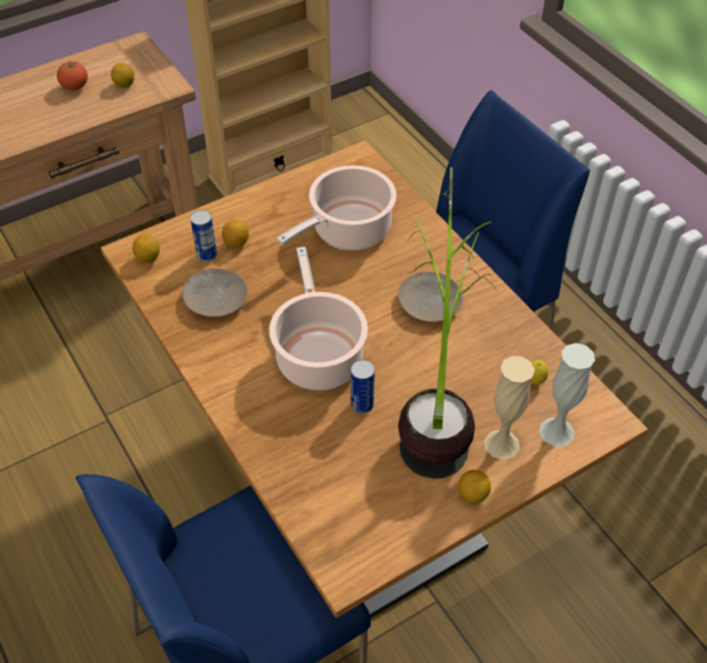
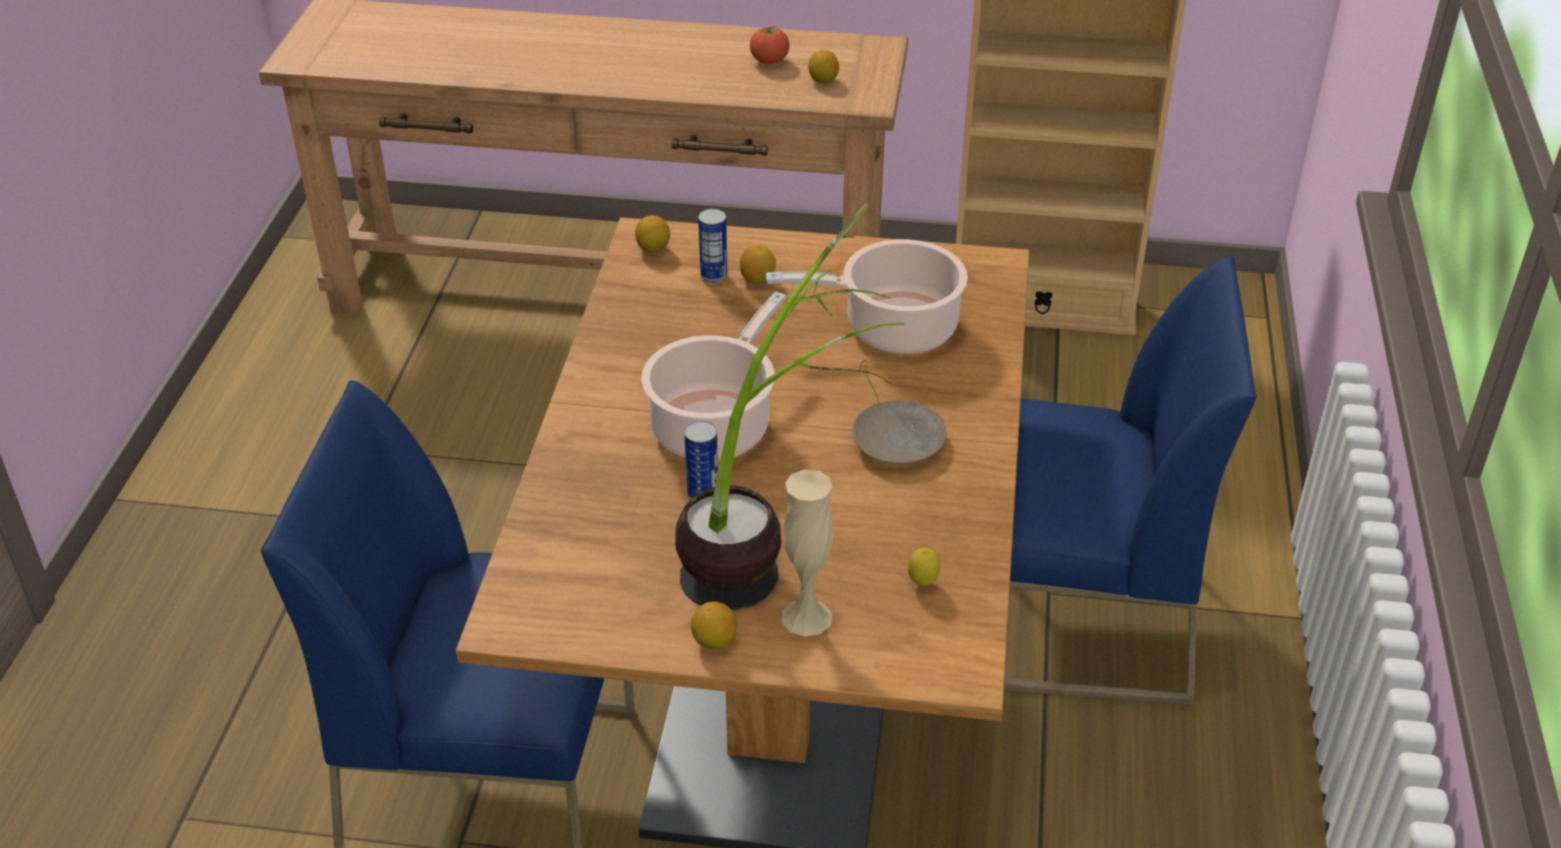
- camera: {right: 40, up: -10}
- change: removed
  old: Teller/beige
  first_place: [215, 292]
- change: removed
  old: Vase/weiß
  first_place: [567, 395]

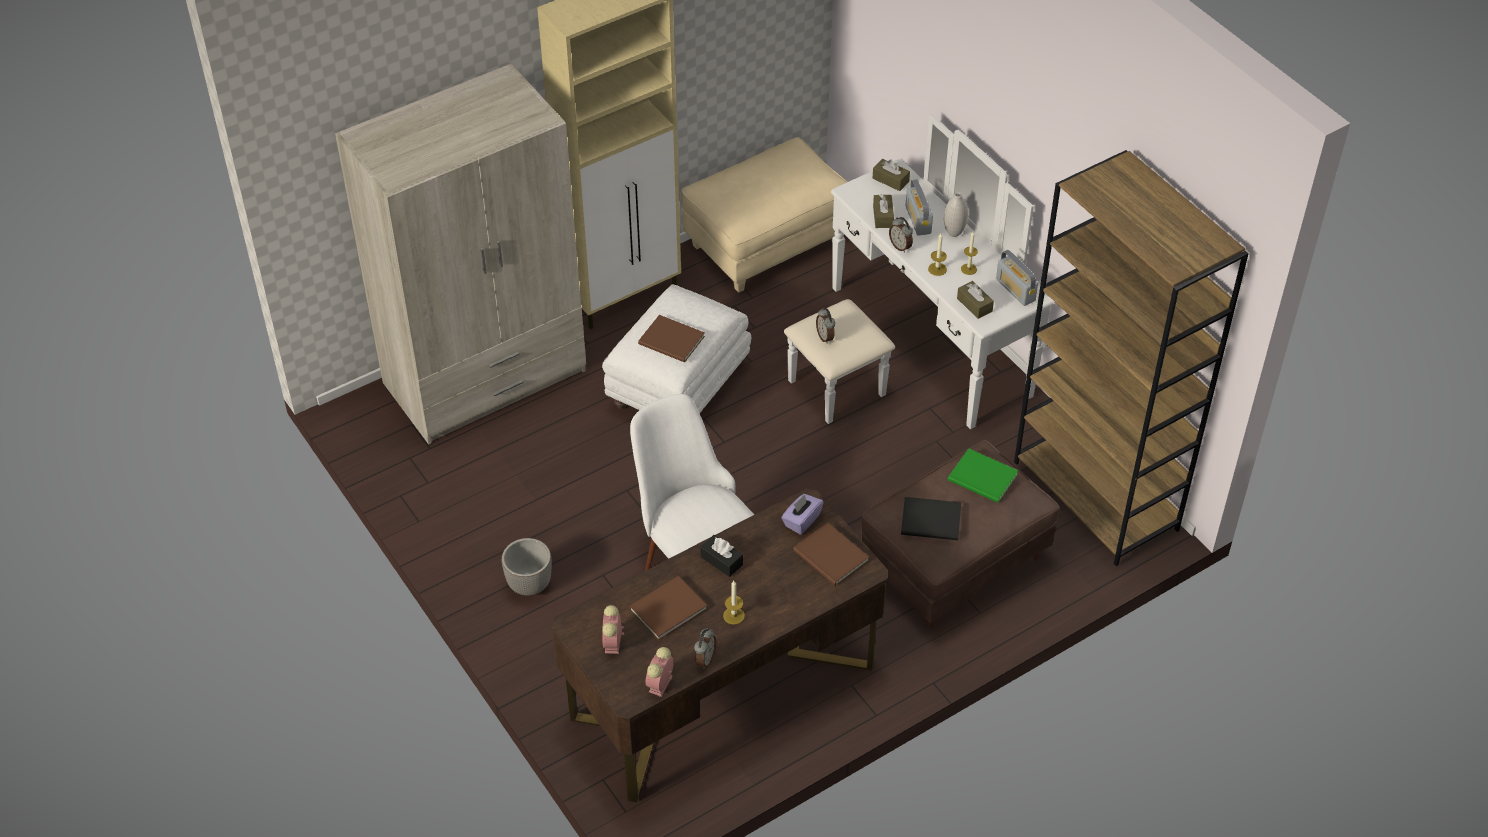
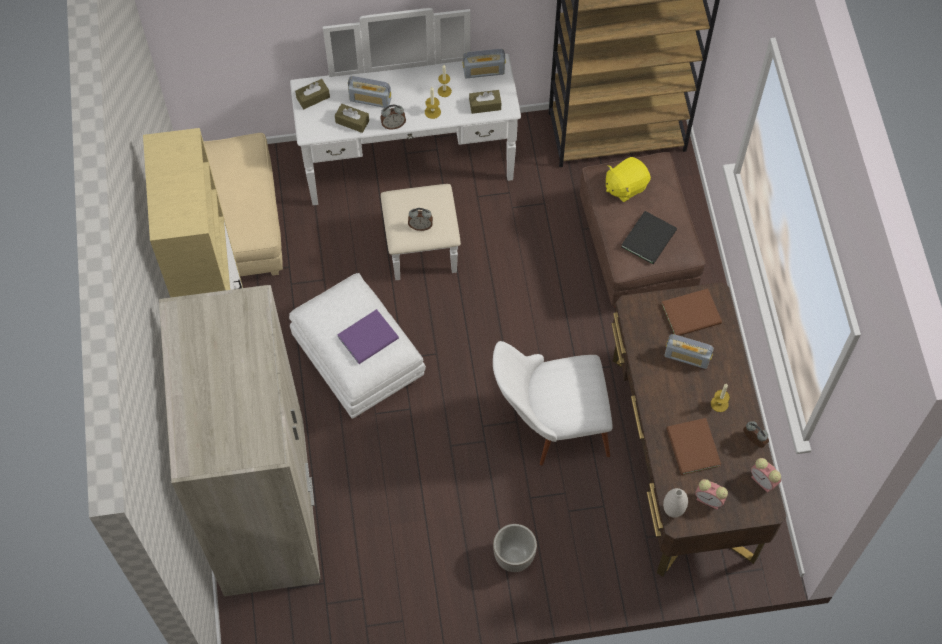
- camera: {right: -65, up: 15}
- change: removed
  old: Taschentuchbox/schwarz
  first_place: [721, 556]
- change: removed
  old: Taschentuchbox/lila
  first_place: [802, 514]
- change: added
  new: Radio
  second_place: [689, 351]
- change: moved
  old: Vase/weiß
  first_place: [956, 214]
  second_place: [675, 503]
- change: replaced
  old: Buch/grün
  new: Plüschtier/gelb
  first_place: [983, 476]
  second_place: [628, 179]
- change: recoloured
  old: Buch/braun
  new: Buch/lila
  first_place: [671, 339]
  second_place: [368, 336]

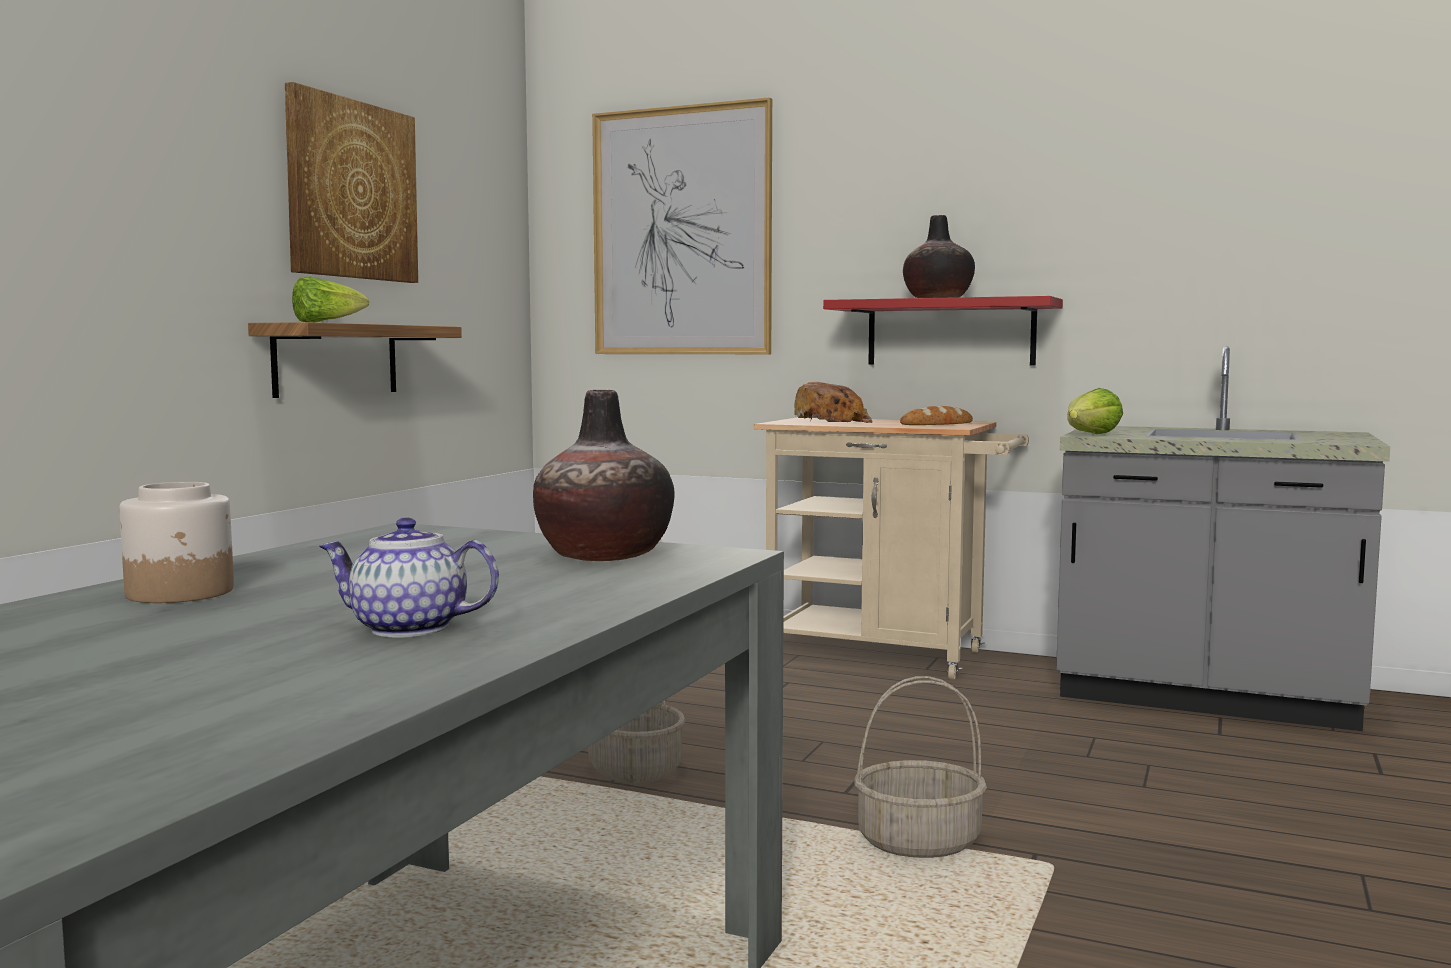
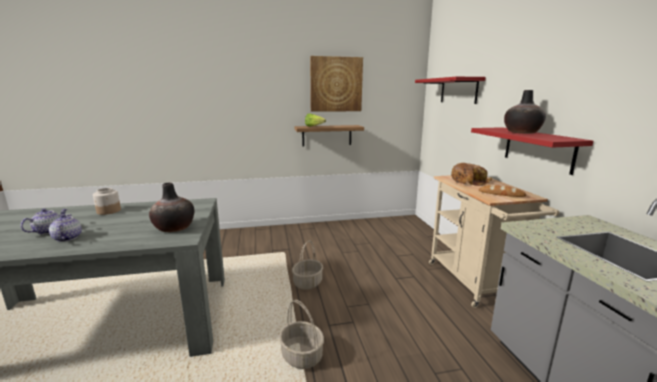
- camera: {right: 55, up: 10}
- change: removed
  old: Salatkopf
  first_place: [1095, 411]
- change: added
  new: Teekanne
  second_place: [43, 221]
- change: replaced
  old: Bild
  new: Wandregal/rot
  first_place: [682, 225]
  second_place: [450, 90]

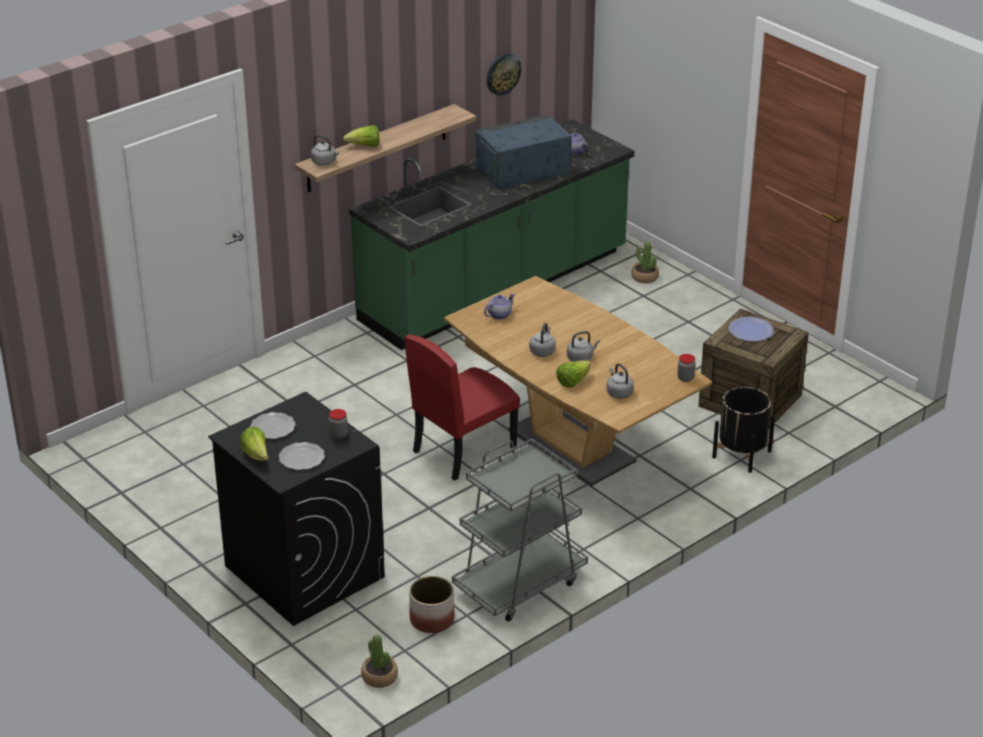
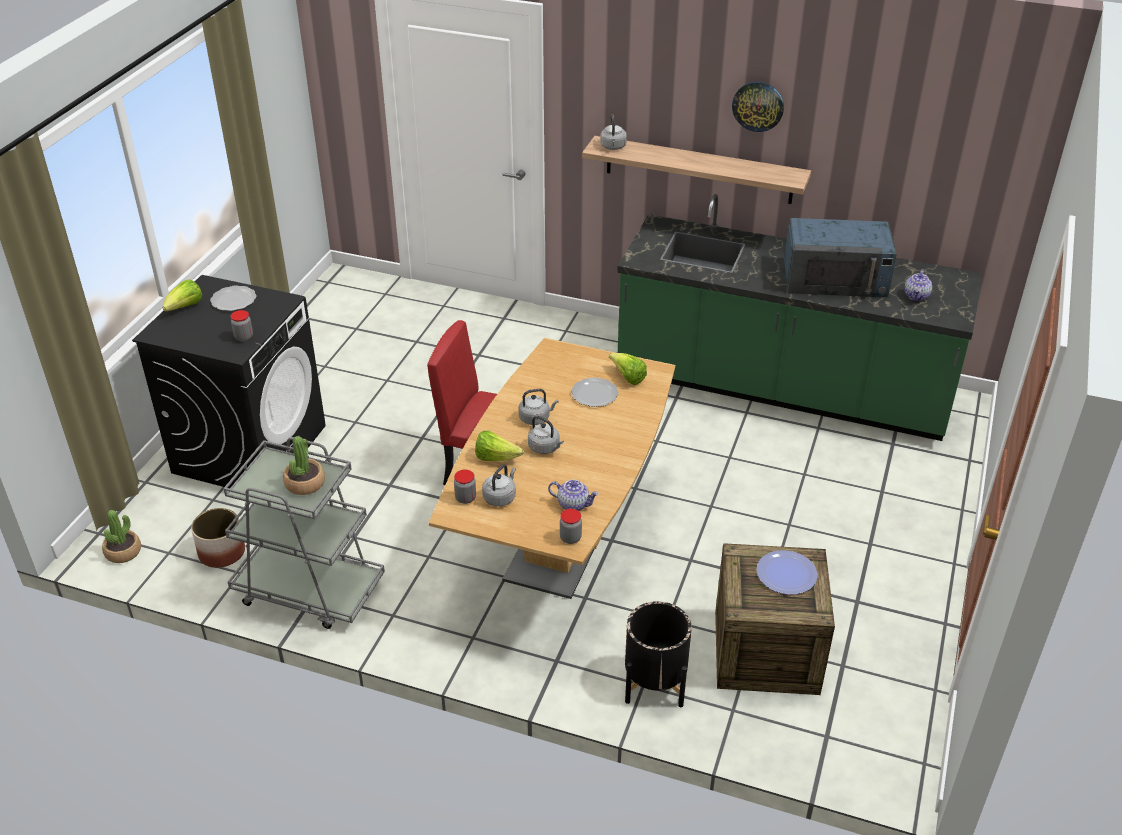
- camera: {right: 60, up: 5}
- change: added
  new: Vorratsglas
  second_place: [465, 487]
- change: moved
  old: Teller
  first_place: [302, 456]
  second_place: [595, 392]
- change: moved
  old: Salatkopf
  first_place: [361, 136]
  second_place: [628, 369]
- change: moved
  old: Teekanne
  first_place: [499, 306]
  second_place: [573, 495]
- change: moved
  old: Wanduhr
  first_place: [504, 75]
  second_place: [758, 107]
- change: moved
  old: Topfpflanze
  first_place: [645, 262]
  second_place: [304, 465]
- change: turned
  old: Mikrowelle/blau
  first_place: [524, 152]
  second_place: [840, 257]
  degrees: 150

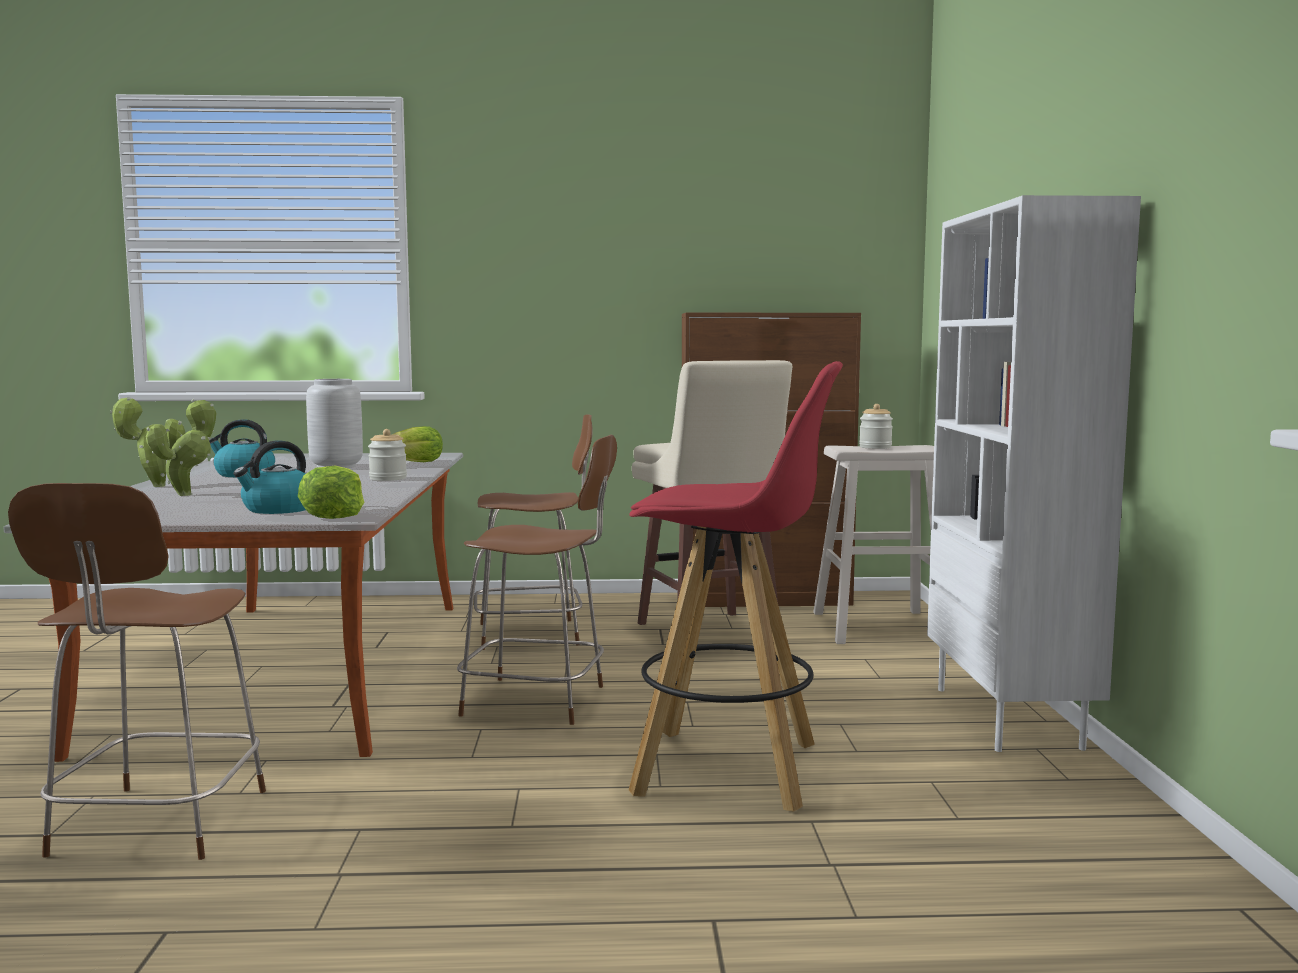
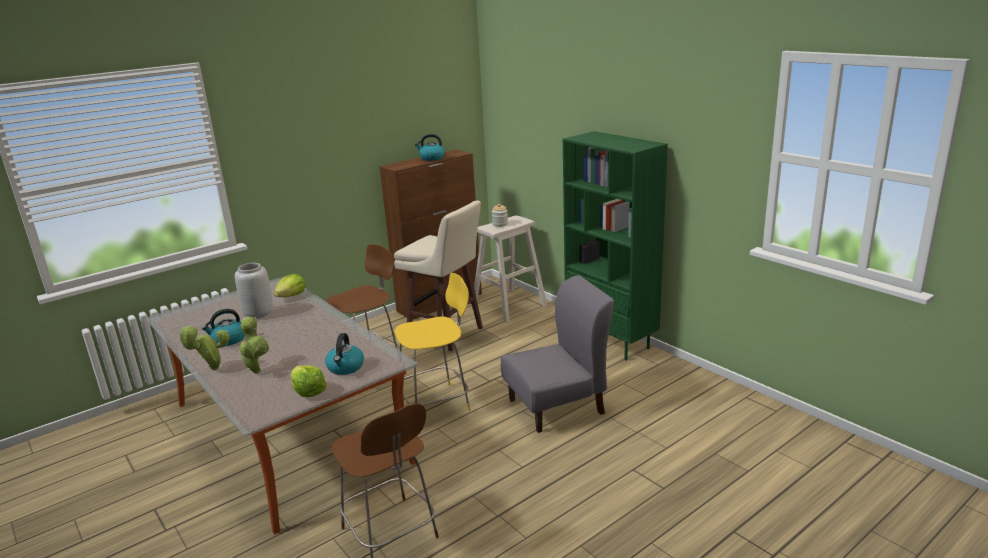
- camera: {right: -35, up: 15}
- change: removed
  old: Vorratsglas
  first_place: [387, 455]
- change: added
  new: Wasserkessel
  second_place: [430, 147]
- change: moved
  old: Salatkopf
  first_place: [331, 492]
  second_place: [309, 381]
- change: replaced
  old: Hocker/rot
  new: Stuhl/grau
  first_place: [736, 586]
  second_place: [557, 354]
- change: recoloured
  old: Stuhl/braun
  new: Stuhl/gelb
  first_place: [537, 579]
  second_place: [432, 342]
- change: recoloured
  old: Bücherregal/weiß
  new: Bücherregal/grün
  first_place: [1034, 473]
  second_place: [615, 246]

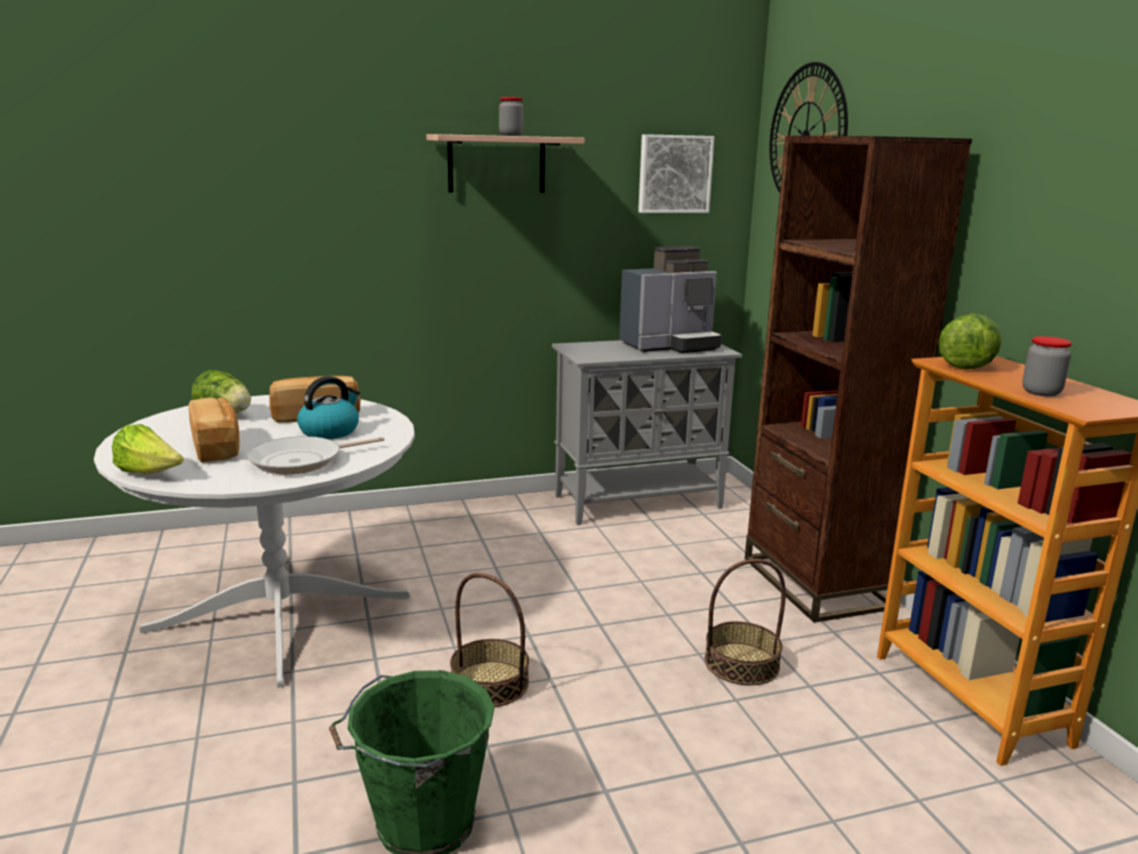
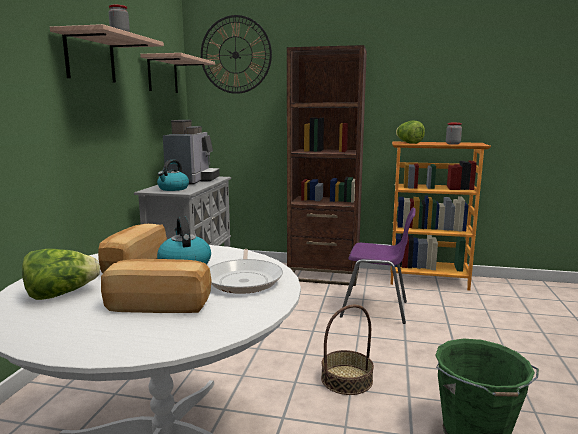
- camera: {right: -60, up: -5}
- change: removed
  old: Salatkopf
  first_place: [147, 449]
- change: added
  new: Wasserkessel
  second_place: [173, 175]
- change: replaced
  old: Bild
  new: Wandregal
  first_place: [676, 173]
  second_place: [177, 73]
- change: replaced
  old: Korb
  new: Stuhl/lila
  first_place: [745, 622]
  second_place: [378, 265]

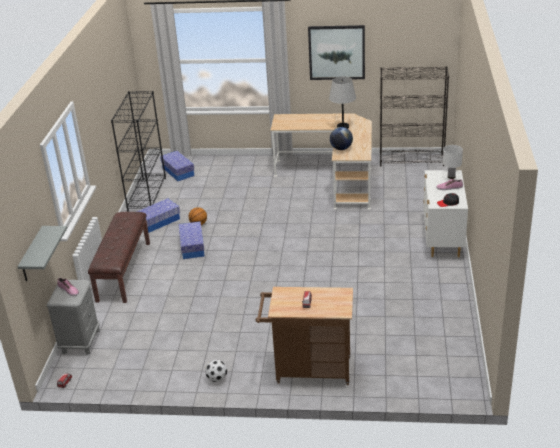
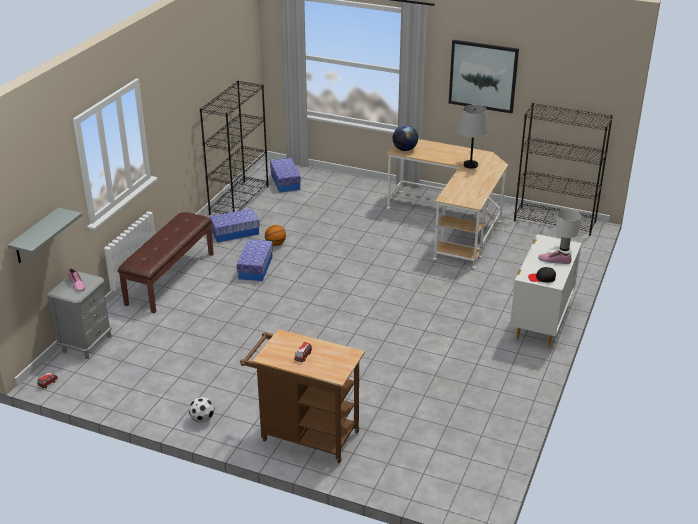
- camera: {right: 15, up: 0}
- change: moved
  old: Globus
  first_place: [341, 138]
  second_place: [405, 138]

